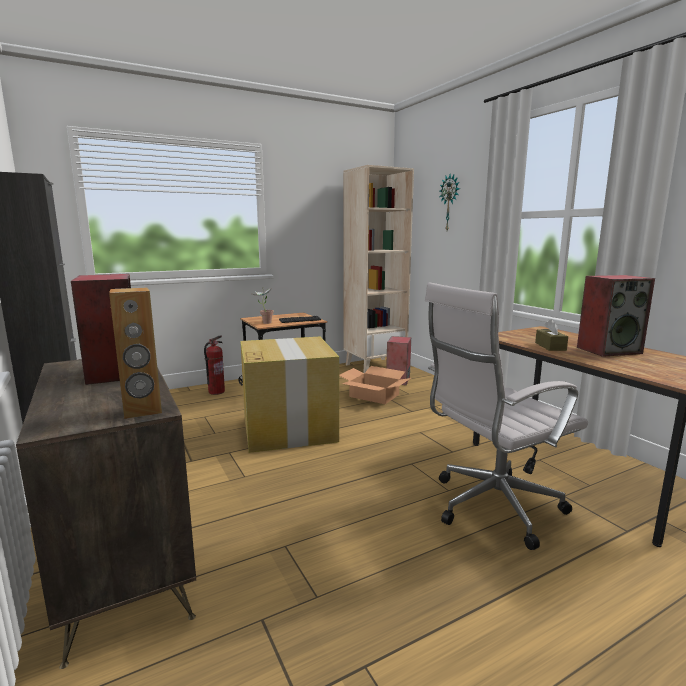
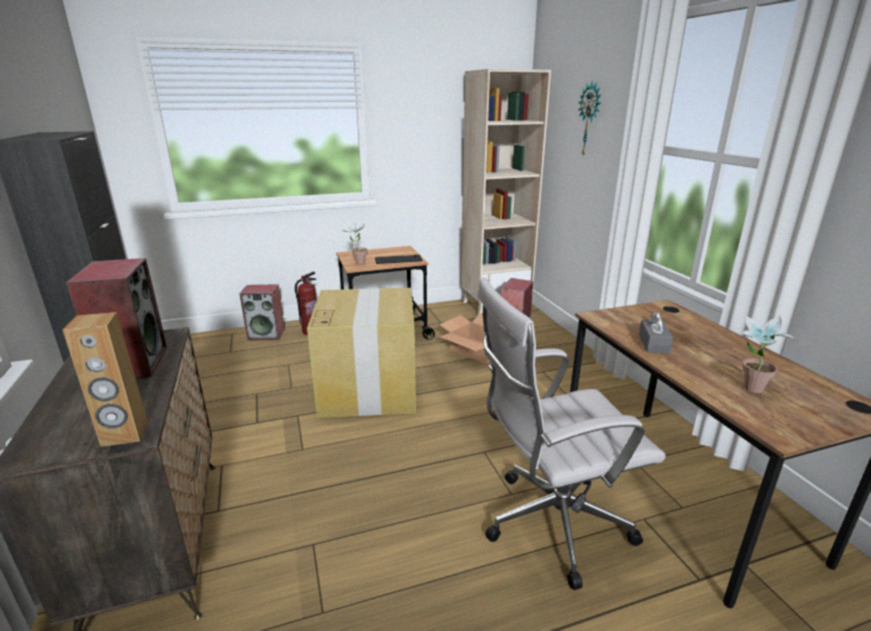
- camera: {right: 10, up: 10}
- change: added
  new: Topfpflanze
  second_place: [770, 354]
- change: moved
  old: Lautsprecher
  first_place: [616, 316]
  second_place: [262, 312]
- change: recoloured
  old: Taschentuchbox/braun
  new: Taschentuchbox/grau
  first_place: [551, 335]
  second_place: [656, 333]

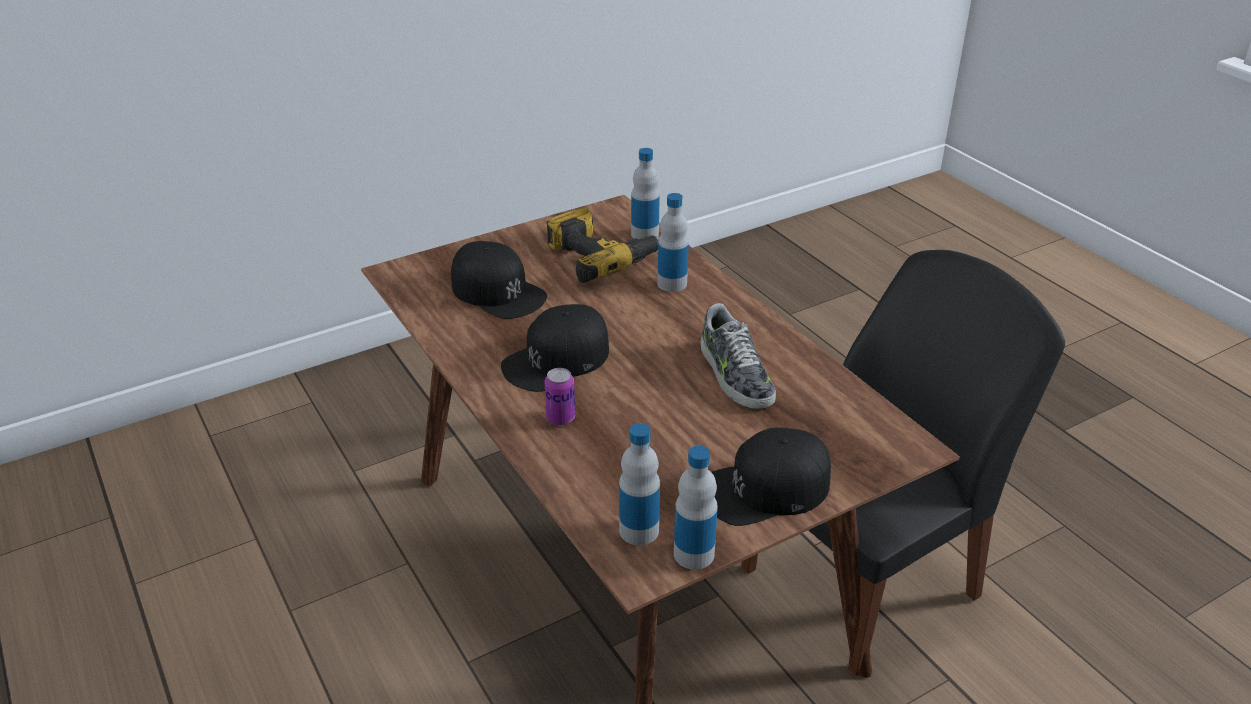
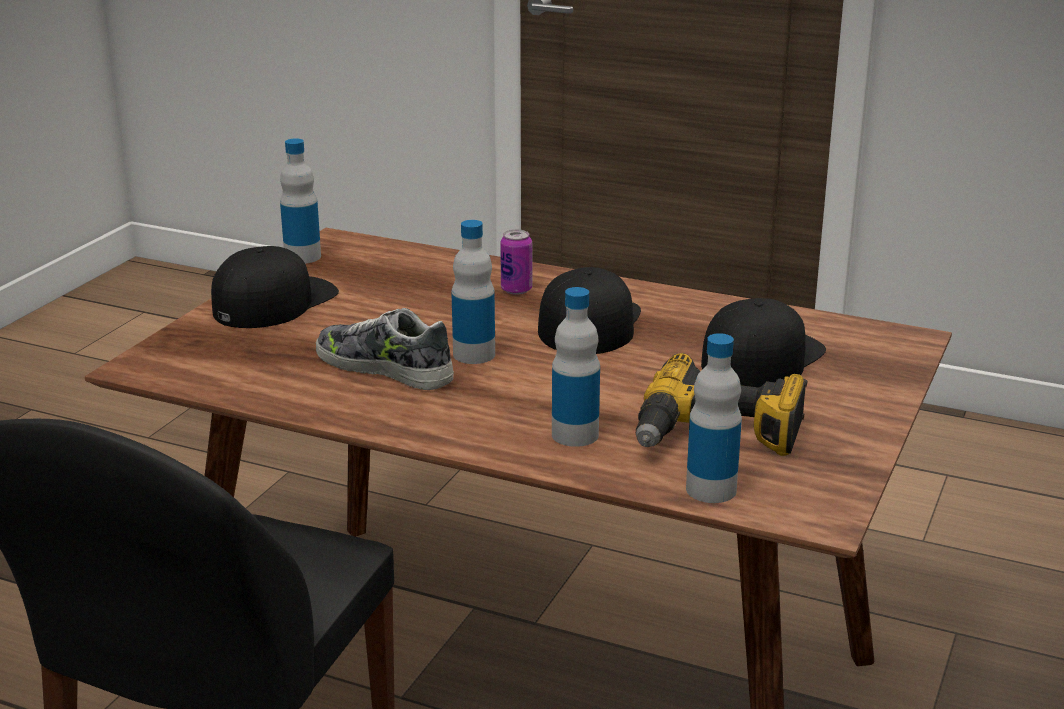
- camera: {right: 145, up: -10}
- change: moved
  old: Flasche
  first_place: [639, 484]
  second_place: [473, 292]
- change: turned
  old: Kappe/schwarz
  first_place: [499, 280]
  second_place: [763, 343]
  degrees: 120

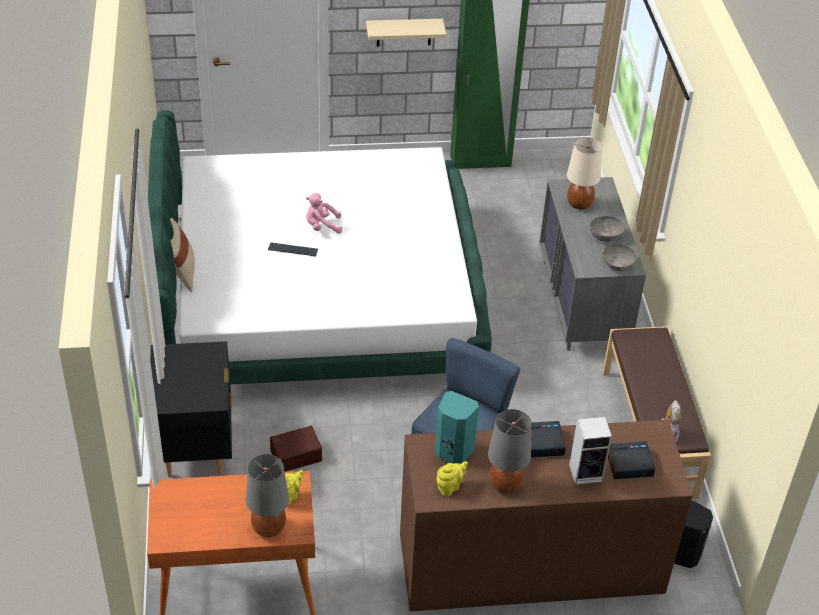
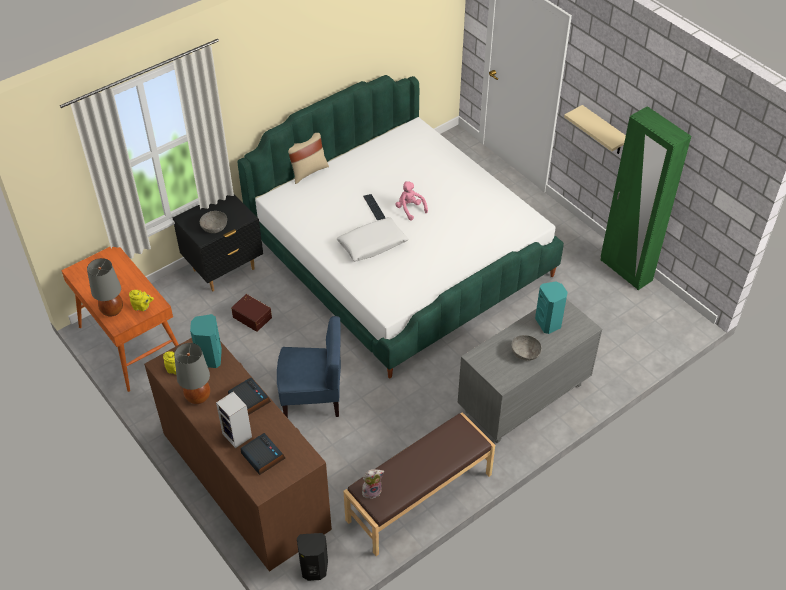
- camera: {right: 60, up: 5}
- change: added
  new: Kissen/weiß
  second_place: [373, 239]
- change: moved
  old: Schüssel/grau
  first_place: [620, 257]
  second_place: [213, 222]
- change: replaced
  old: Tischlampe/beige
  new: Lautsprecher/türkis
  first_place: [584, 173]
  second_place: [551, 307]

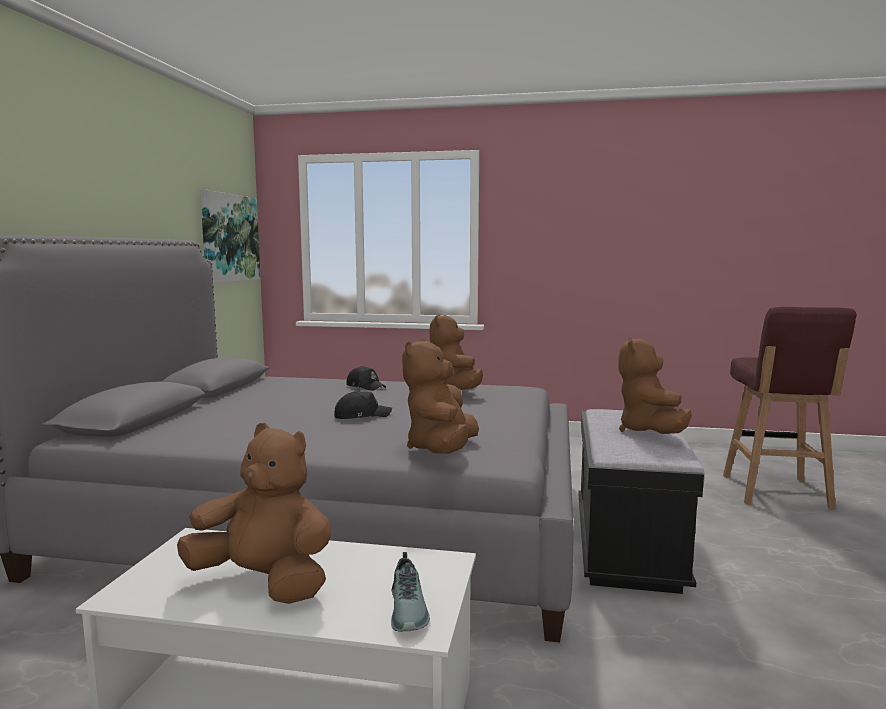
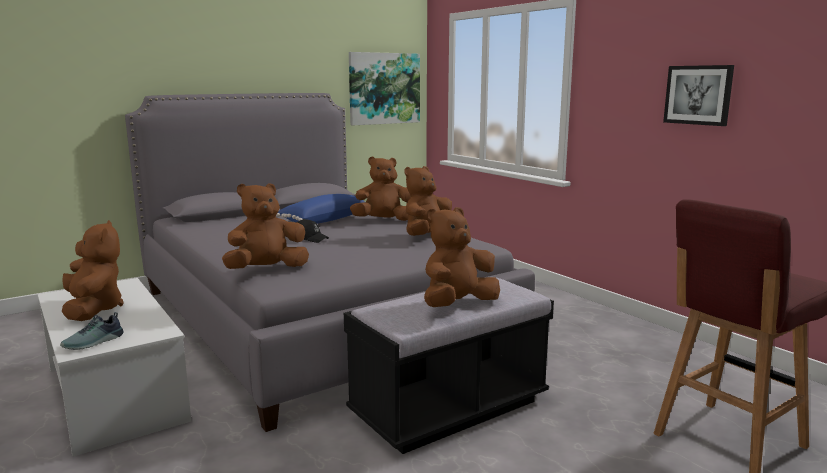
- camera: {right: 45, up: 5}
- change: added
  new: Kissen/blau
  second_place: [320, 209]
- change: added
  new: Bild
  second_place: [698, 95]
- change: replaced
  old: Kappe/schwarz
  new: Plüschtier/braun
  first_place: [366, 378]
  second_place: [380, 189]

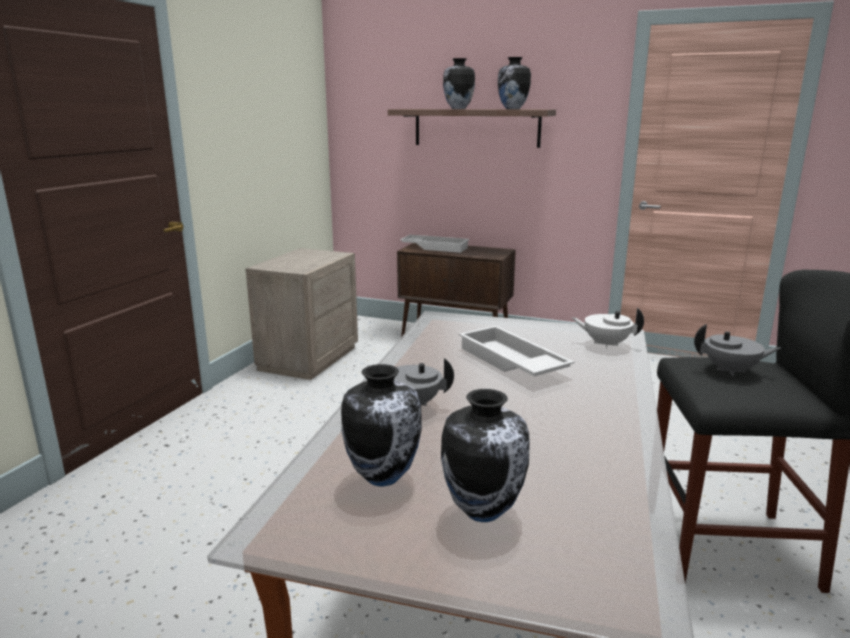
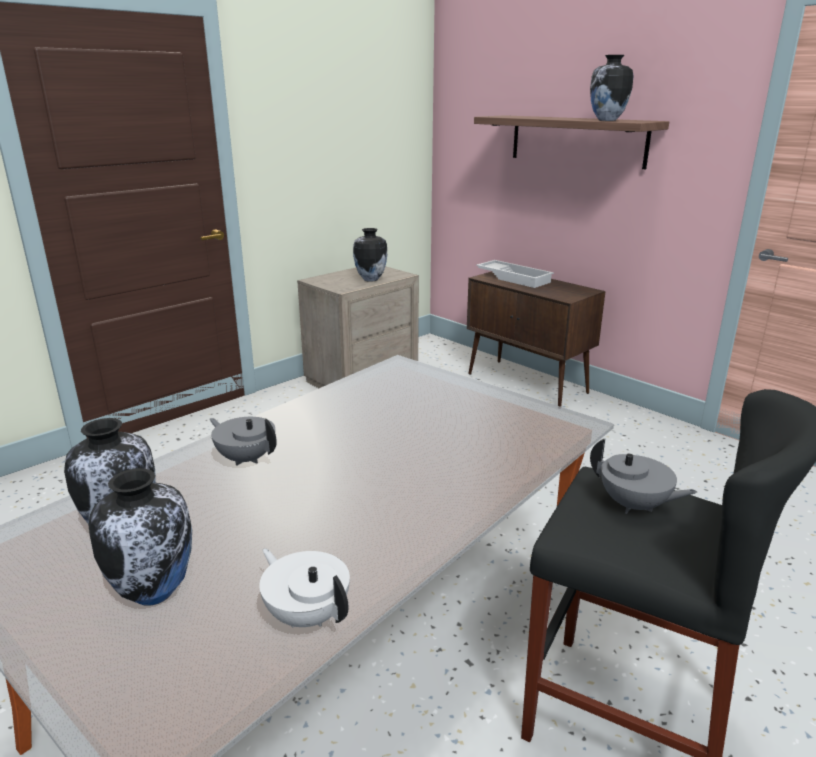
- camera: {right: 25, up: 5}
- change: removed
  old: Tablett/weiß
  first_place: [517, 351]
- change: moved
  old: Vase
  first_place: [459, 83]
  second_place: [370, 255]
- change: moved
  old: Teekanne/weiß
  first_place: [608, 328]
  second_place: [304, 588]

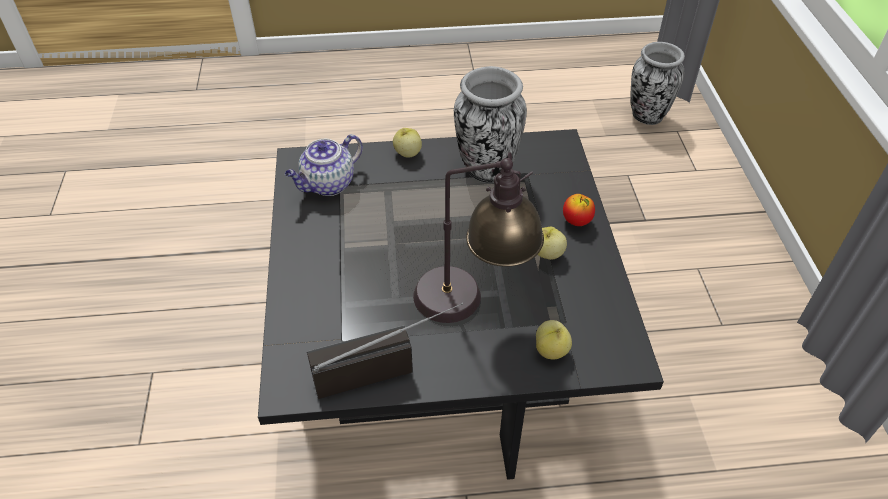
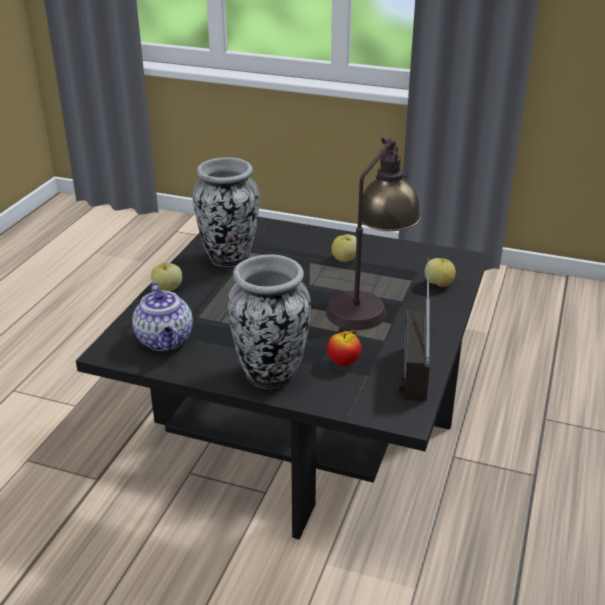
- camera: {right: -65, up: -15}
- change: moved
  old: Apfel
  first_place: [579, 210]
  second_place: [344, 347]
- change: moved
  old: Vase
  first_place: [657, 83]
  second_place: [269, 321]

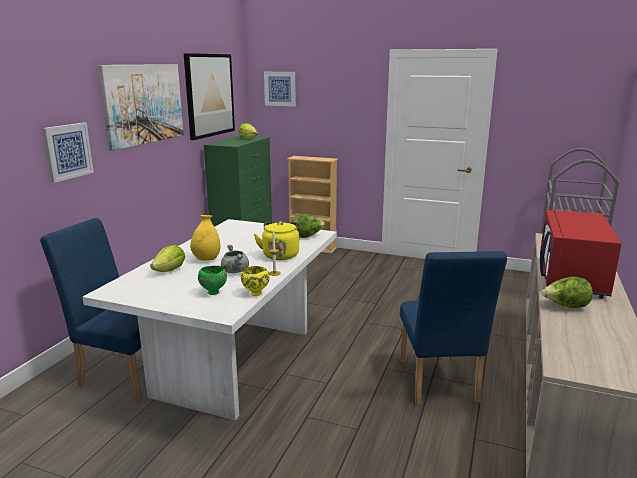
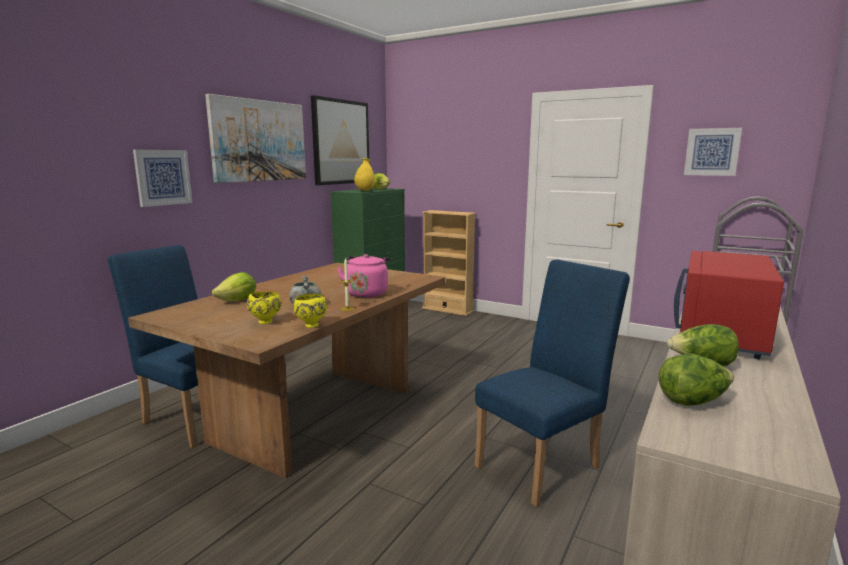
- camera: {right: 10, up: -5}
- change: moved
  old: Vase/gelb
  first_place: [205, 238]
  second_place: [364, 174]
- change: moved
  old: Bild
  first_place: [280, 89]
  second_place: [713, 152]
- change: moved
  old: Salatkopf
  first_place: [308, 226]
  second_place: [696, 379]
- change: recoloured
  old: Esstisch/weiß
  new: Esstisch/braun
  first_place: [210, 320]
  second_place: [286, 370]
- change: recoloured
  old: Schüssel/grün
  new: Schüssel/gelb
  first_place: [212, 280]
  second_place: [264, 308]
- change: recoloured
  old: Wasserkessel/gelb
  new: Wasserkessel/rosa
  first_place: [276, 240]
  second_place: [364, 276]
- change: turned
  old: Stuhl/blau
  first_place: [453, 328]
  second_place: [552, 383]
  degrees: -135

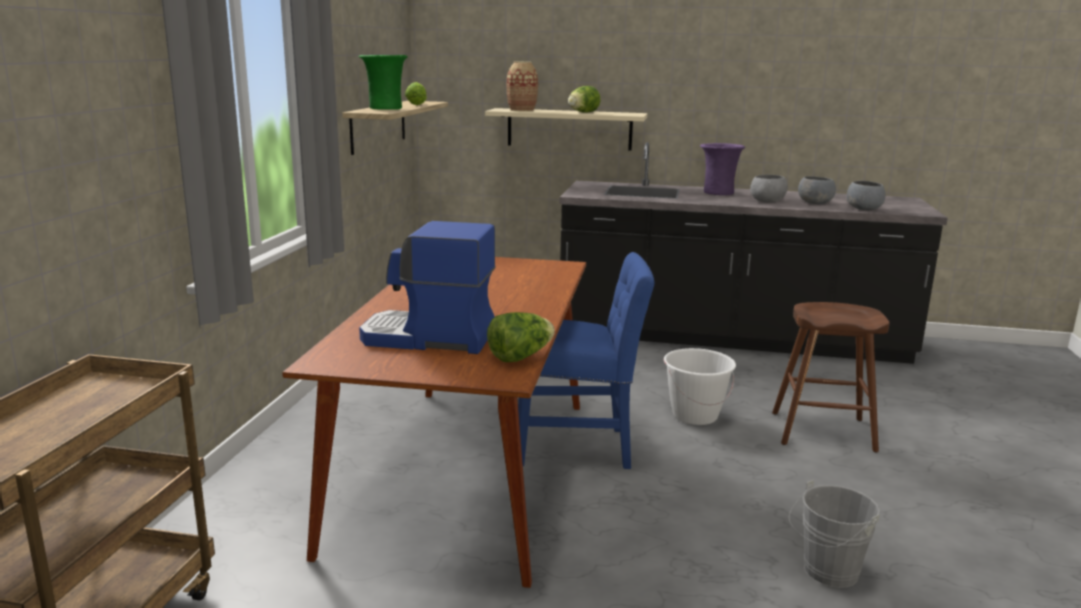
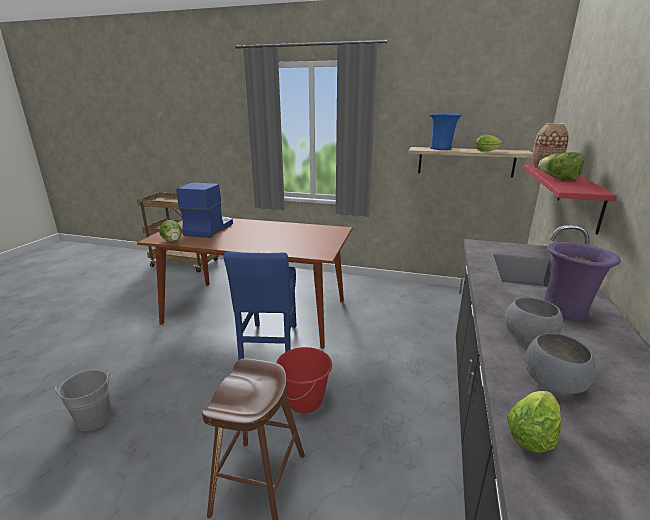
- camera: {right: 95, up: 5}
- change: replaced
  old: Schüssel/grau
  new: Salatkopf
  first_place: [866, 195]
  second_place: [534, 422]
- change: recoloured
  old: Vase/grün
  new: Vase/blau
  first_place: [383, 82]
  second_place: [445, 132]
- change: recoloured
  old: Wandregal/beige
  new: Wandregal/rot
  first_place: [566, 129]
  second_place: [570, 199]
- change: recoloured
  old: Eimer/weiß
  new: Eimer/rot
  first_place: [700, 386]
  second_place: [304, 380]

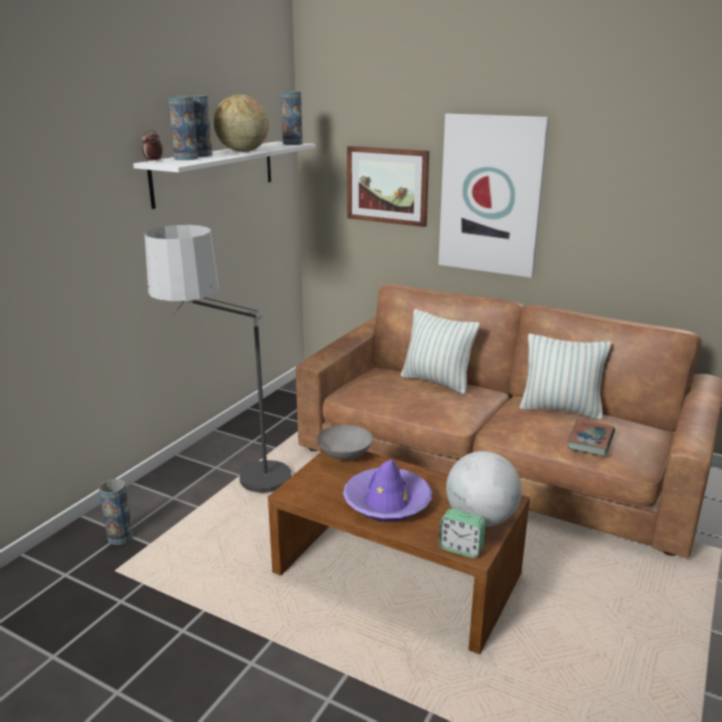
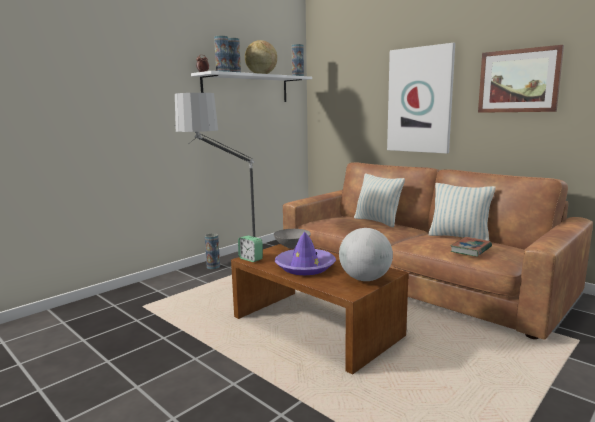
- camera: {right: 15, up: -10}
- change: moved
  old: Vase
  first_place: [116, 512]
  second_place: [212, 251]
- change: moved
  old: Bild
  first_place: [388, 186]
  second_place: [521, 79]
- change: moved
  old: Wecker
  first_place: [462, 533]
  second_place: [250, 249]

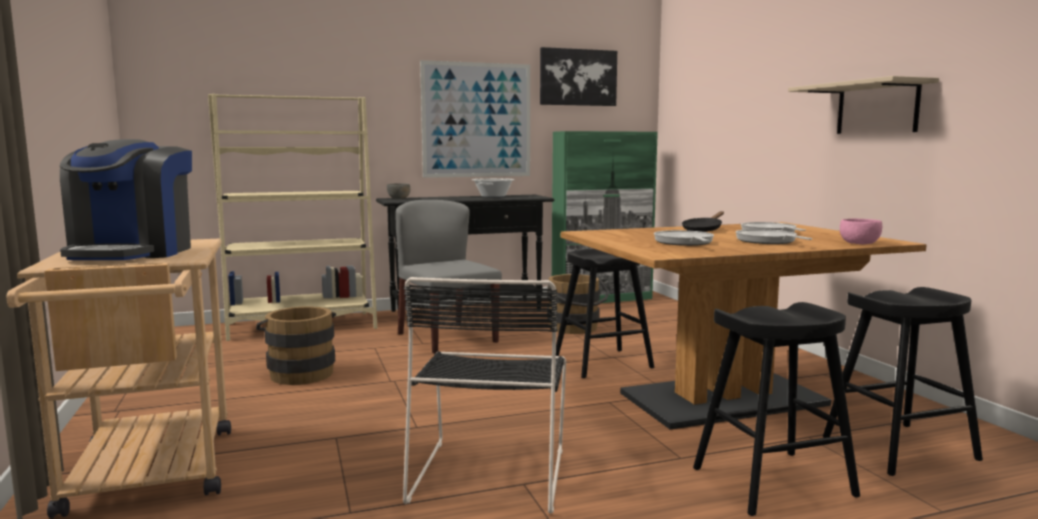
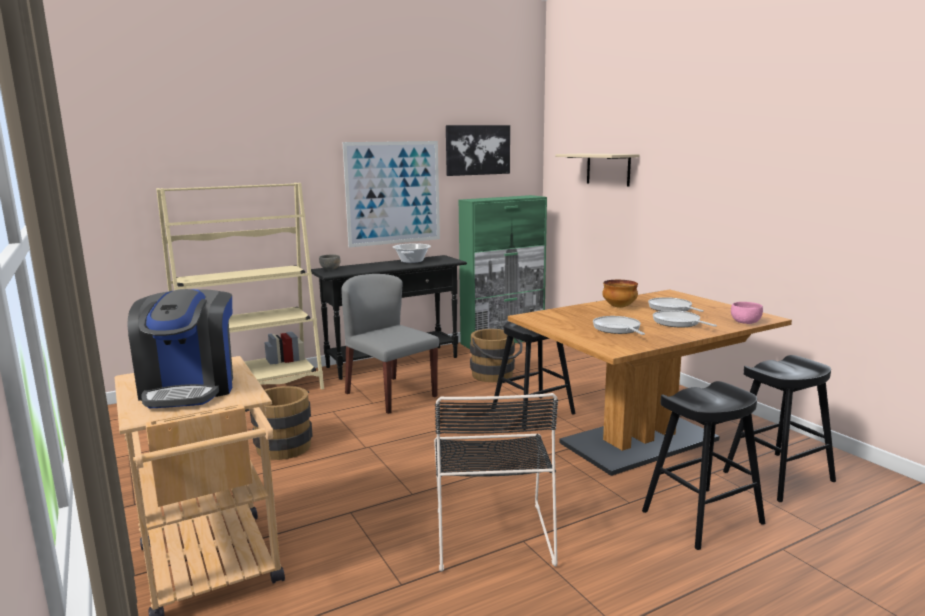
- camera: {right: -10, up: 5}
- change: moved
  old: Wandregal/beige
  first_place: [863, 105]
  second_place: [597, 170]
- change: replaced
  old: Pfanne/schwarz
  new: Schüssel
  first_place: [703, 221]
  second_place: [620, 294]

